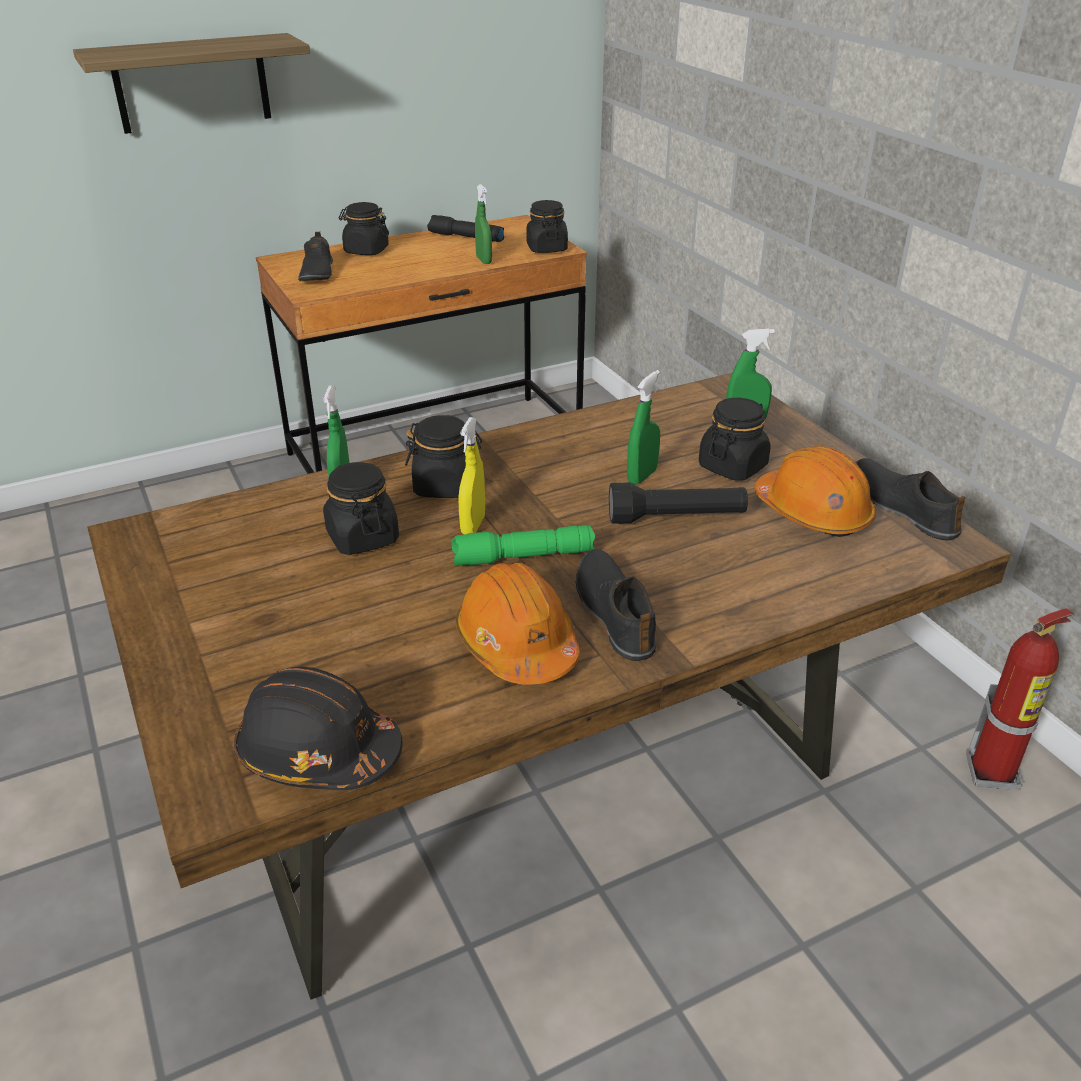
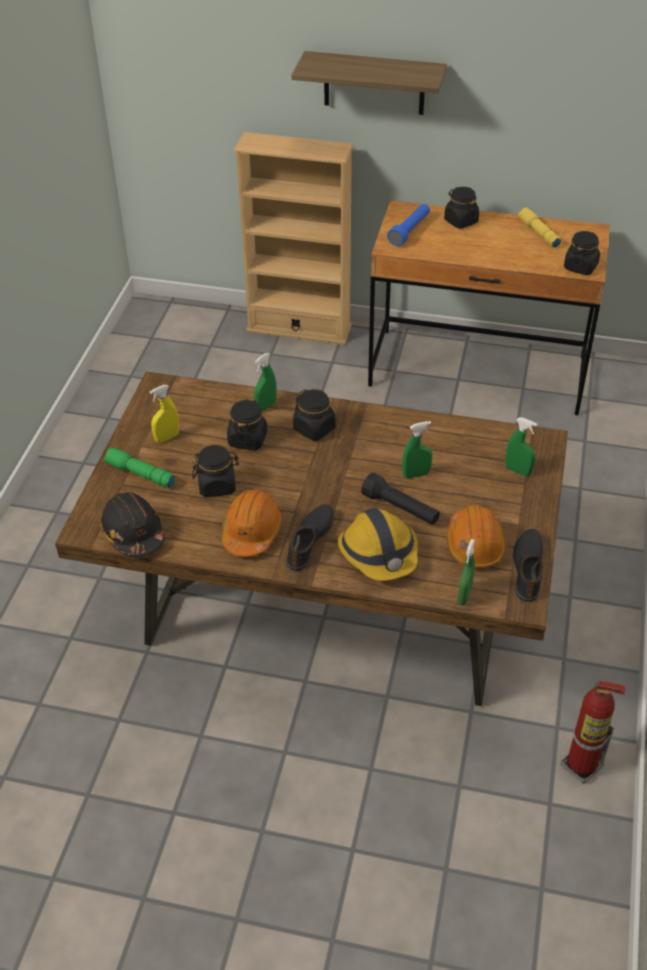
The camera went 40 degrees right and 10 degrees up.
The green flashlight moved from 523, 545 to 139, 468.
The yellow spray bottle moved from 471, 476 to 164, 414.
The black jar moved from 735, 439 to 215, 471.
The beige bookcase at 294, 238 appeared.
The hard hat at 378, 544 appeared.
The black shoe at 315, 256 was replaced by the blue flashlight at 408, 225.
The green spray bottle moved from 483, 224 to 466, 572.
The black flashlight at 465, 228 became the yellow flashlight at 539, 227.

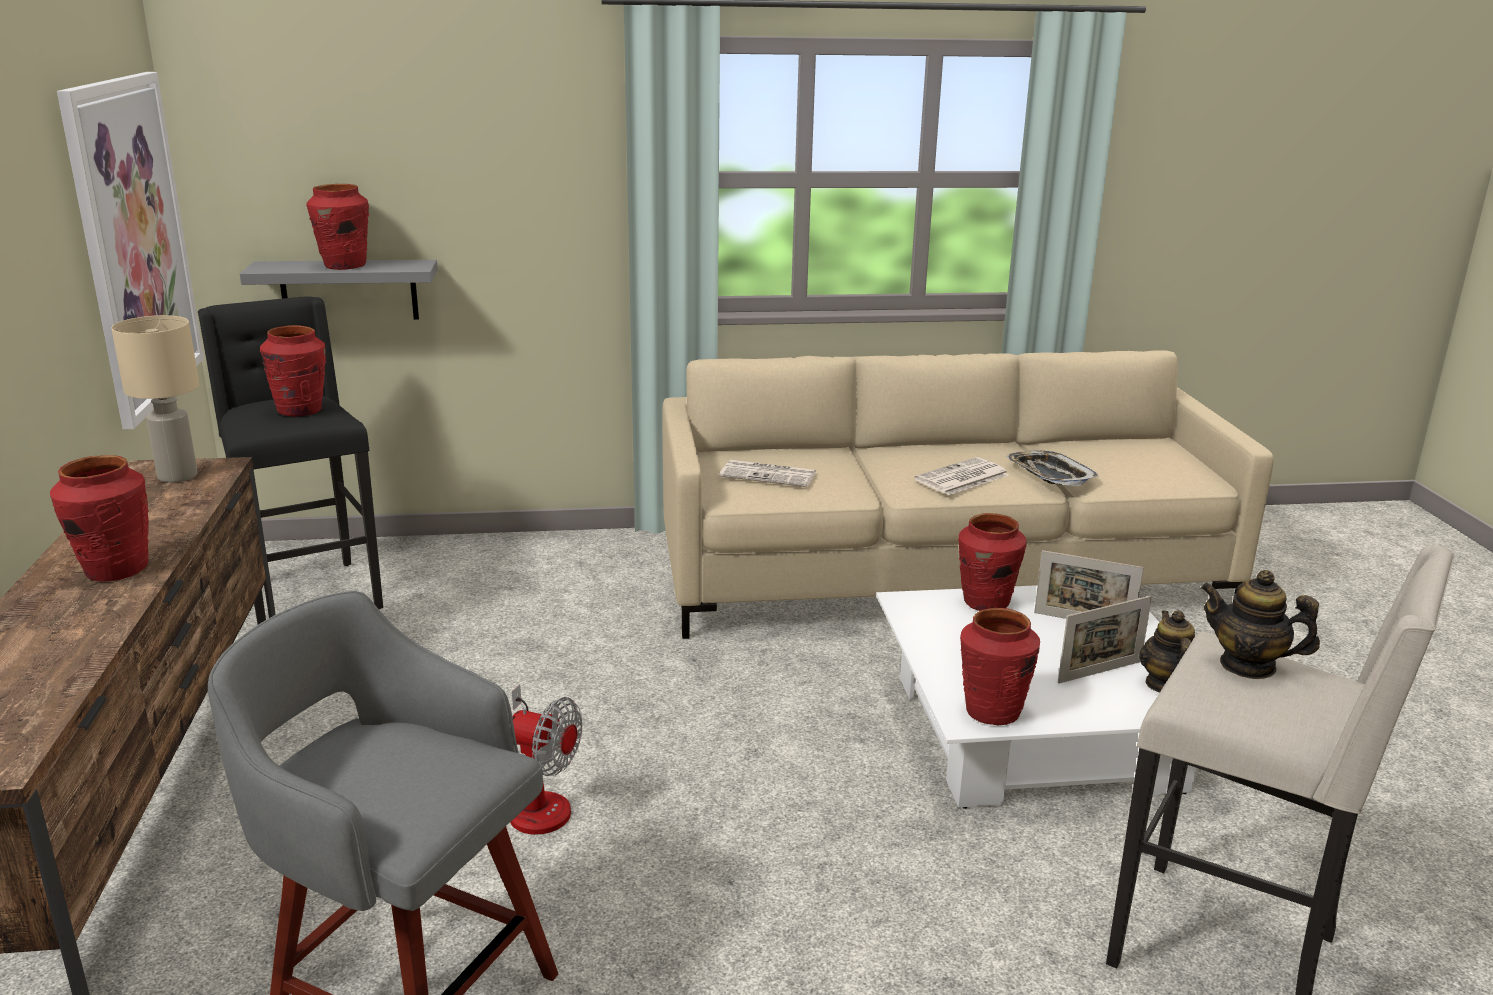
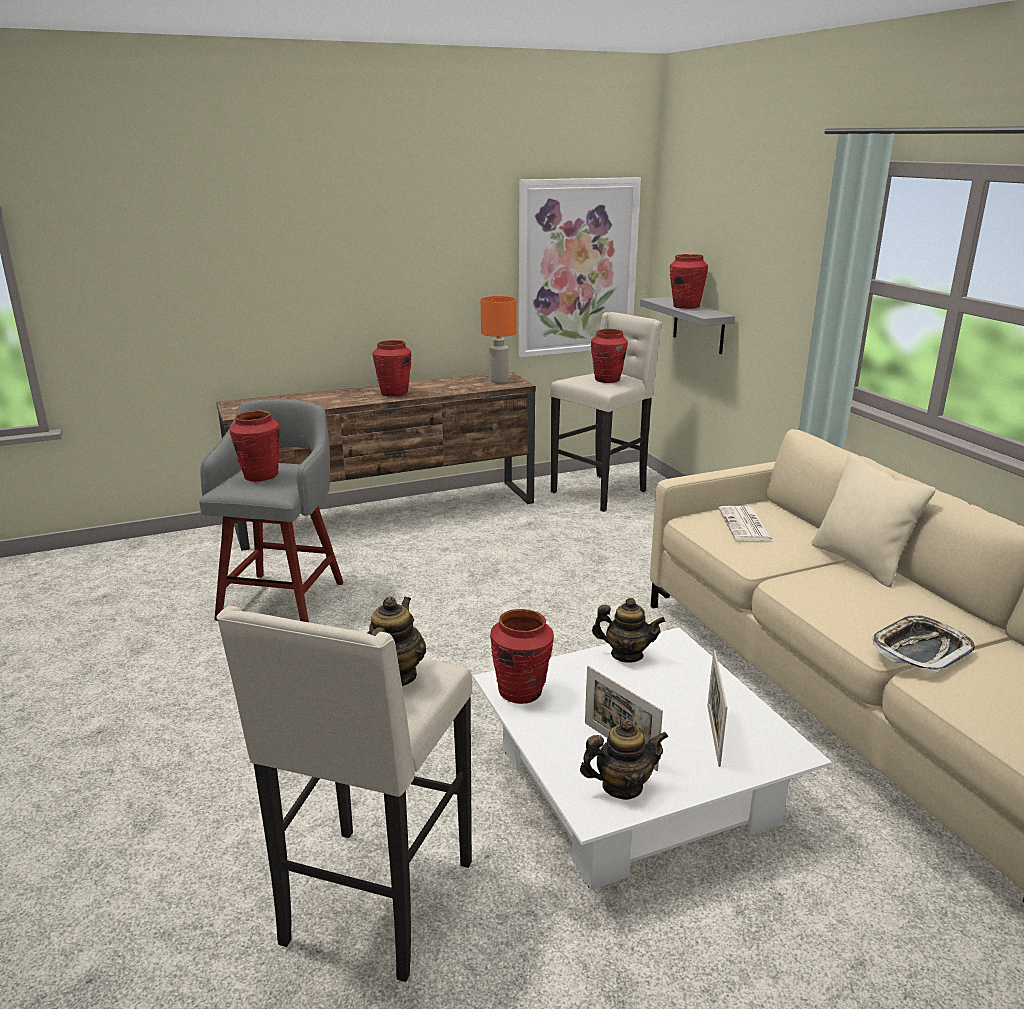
The camera went 75 degrees right and 0 degrees up.
The red vase moved from 992, 562 to 254, 446.
The beige table lamp at 155, 399 became the orange table lamp at 499, 339.
The black stool at 290, 460 became the beige stool at 606, 412.
The teapot at 628, 630 appeared.
The beige pillow at 874, 520 appeared.
The fan at 546, 759 disappeared.
The newspaper at 962, 476 disappeared.

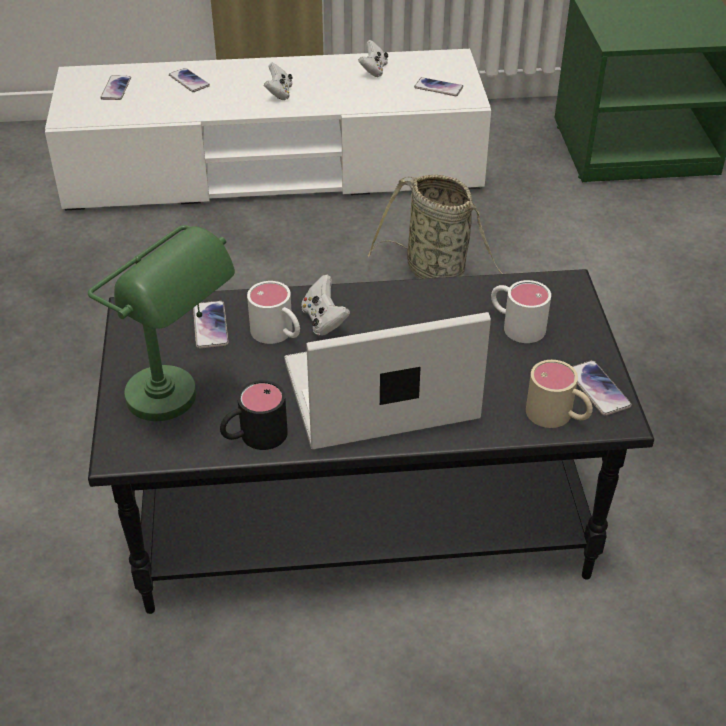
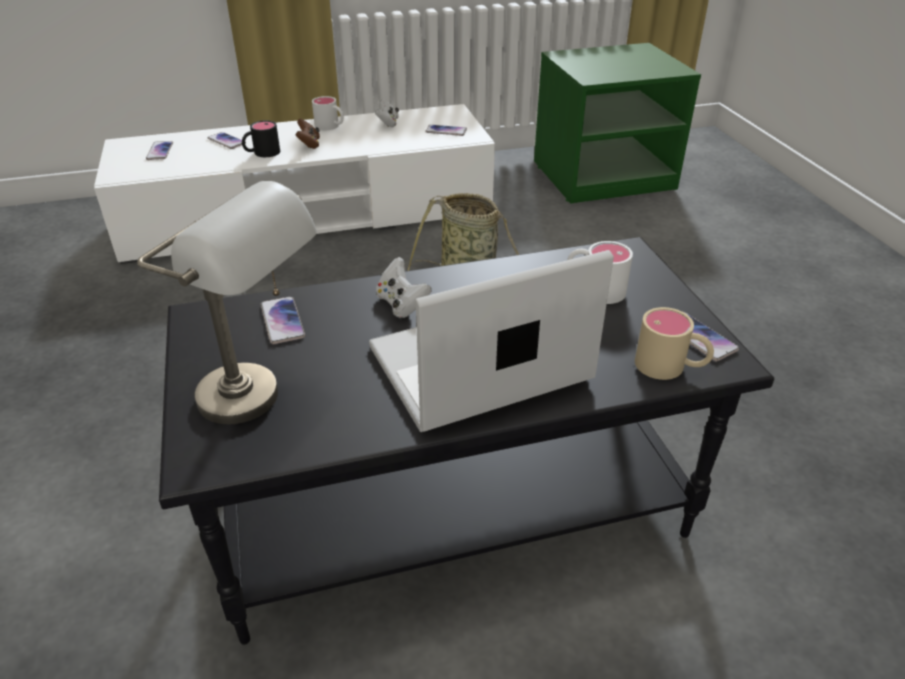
The camera went 10 degrees left and 5 degrees down.
The green table lamp at 161, 323 became the grey table lamp at 227, 302.
The black mug moved from 254, 415 to 261, 138.
The white game controller at 278, 81 became the brown game controller at 308, 133.
The white mug moved from 273, 312 to 328, 113.

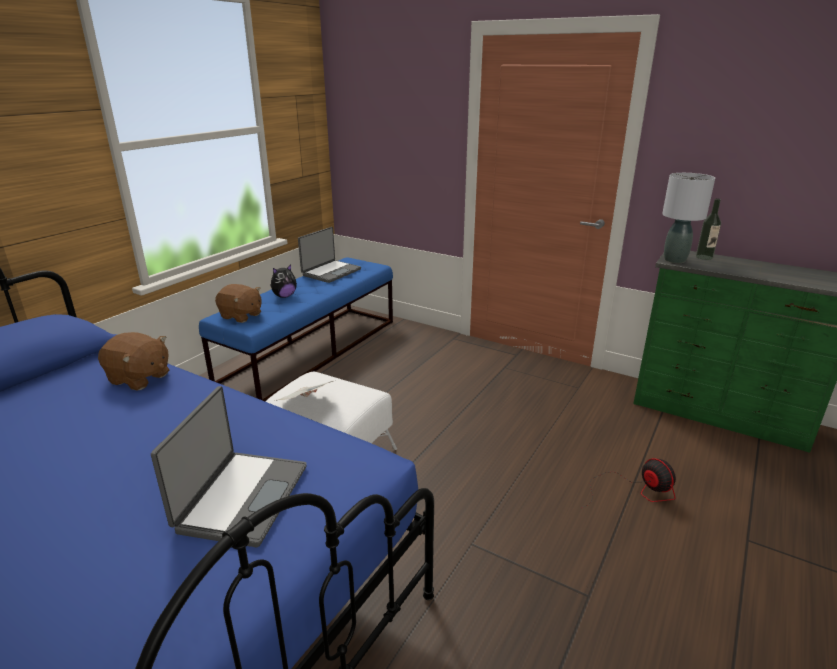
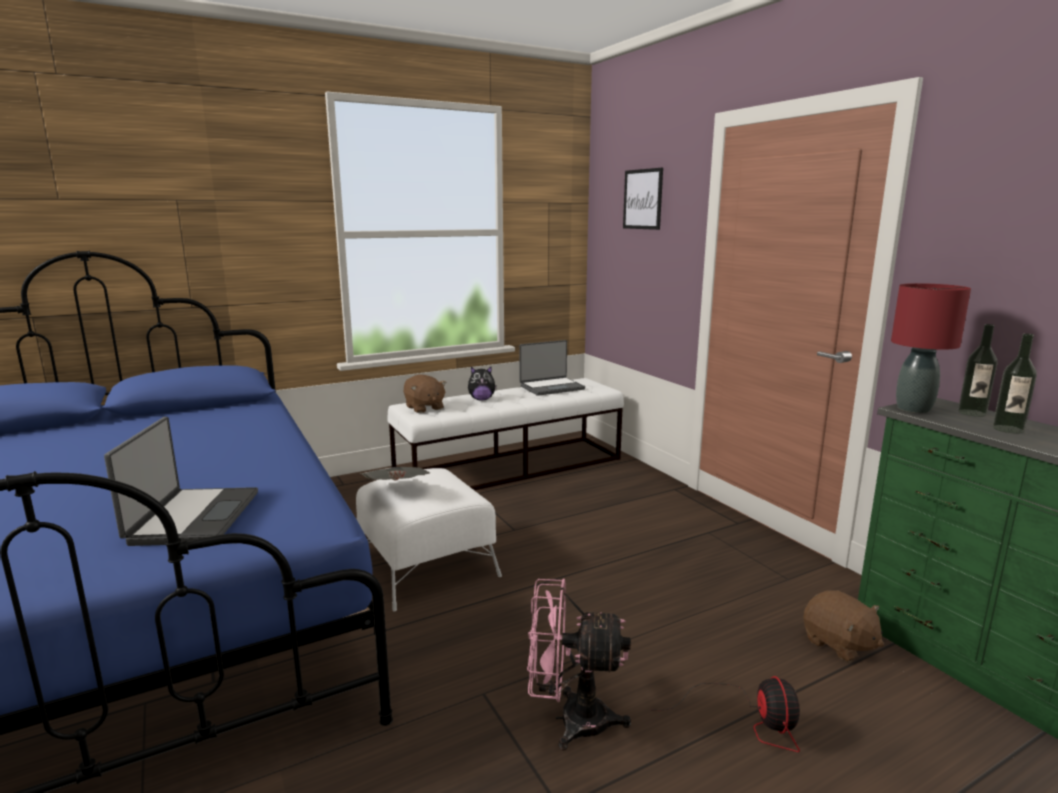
The camera went 30 degrees right and 10 degrees down.
The laptop at 229, 466 turned 45 degrees counterclockwise.
The blue bench at 296, 329 became the white bench at 505, 434.
The pink fan at 579, 664 appeared.
The picture at 643, 199 appeared.
The brown plush toy moved from 133, 361 to 844, 626.
The grey table lamp at 688, 218 became the red table lamp at 931, 348.
The bottle at 1014, 383 appeared.

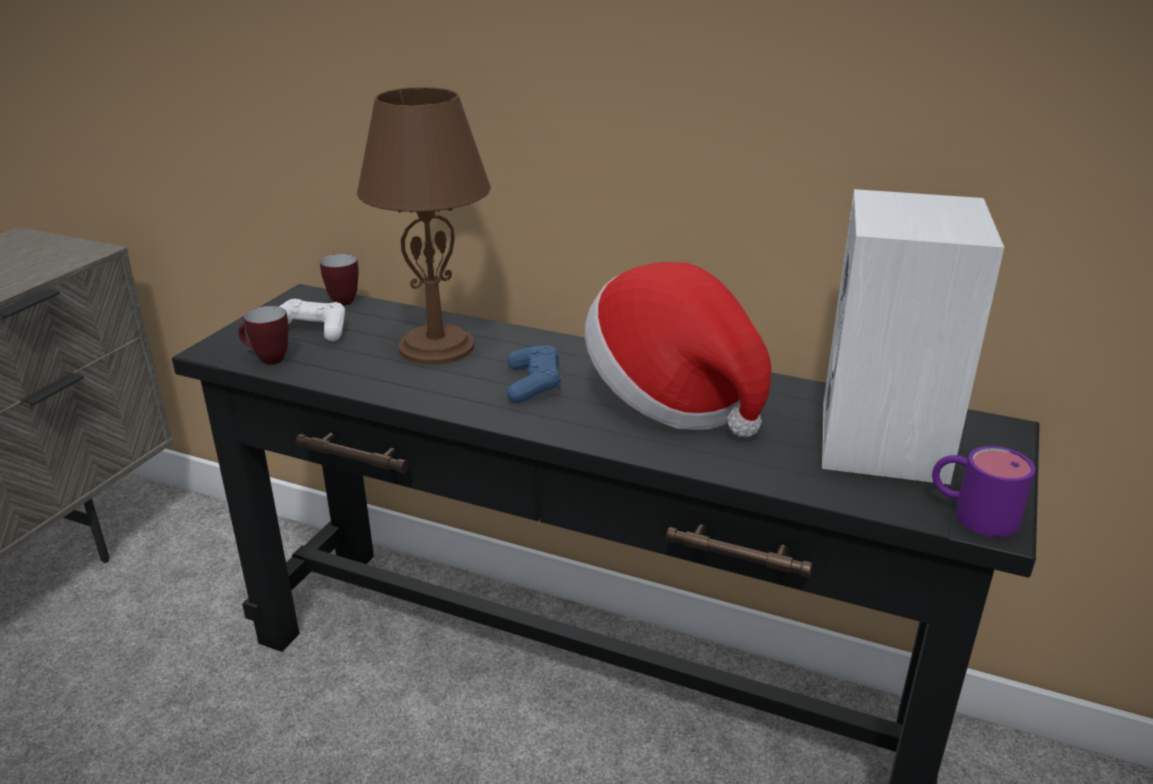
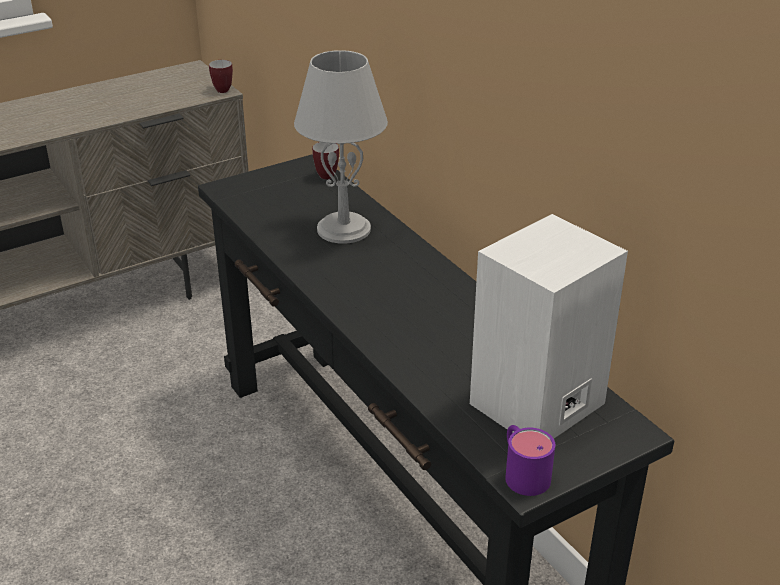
The camera went 35 degrees right and 5 degrees up.
The mug moved from 263, 335 to 221, 76.
The brown table lamp at 424, 225 became the grey table lamp at 341, 147.
The white game controller at 312, 320 disappeared.
The blue game controller at 534, 374 disappeared.
The hat at 678, 349 disappeared.

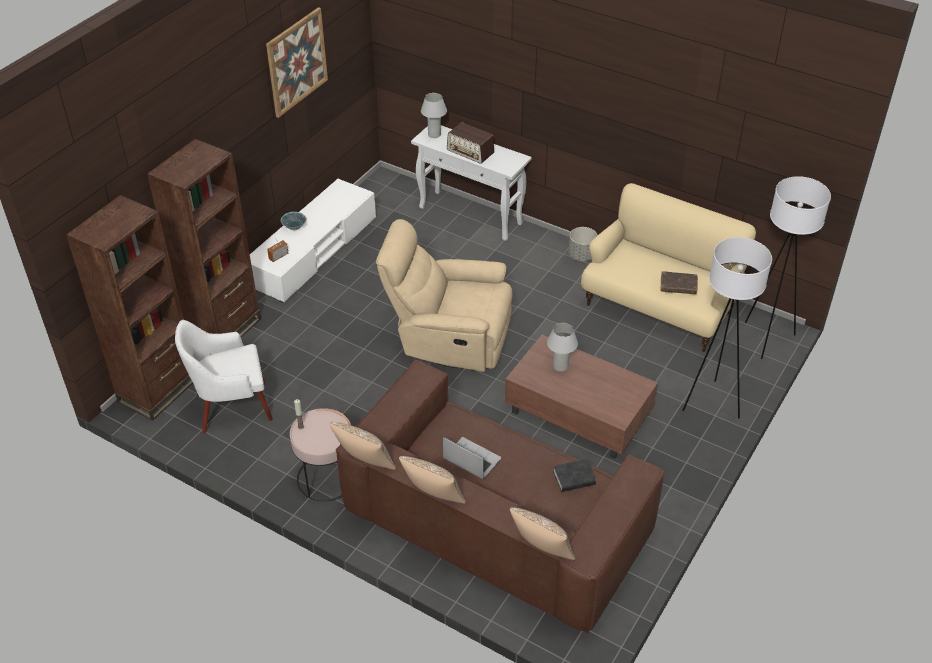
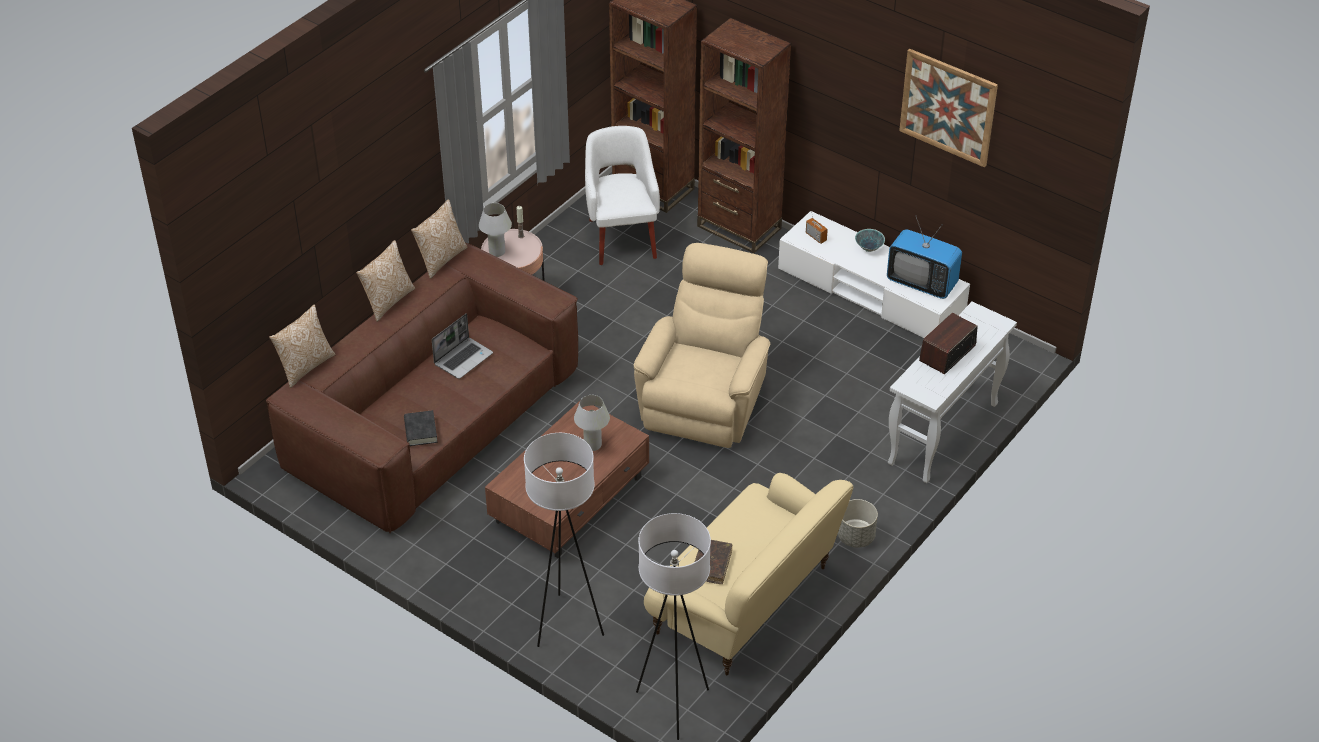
The camera went 95 degrees right and 0 degrees up.
The white table lamp moved from 434, 115 to 495, 230.
The television at 924, 258 appeared.

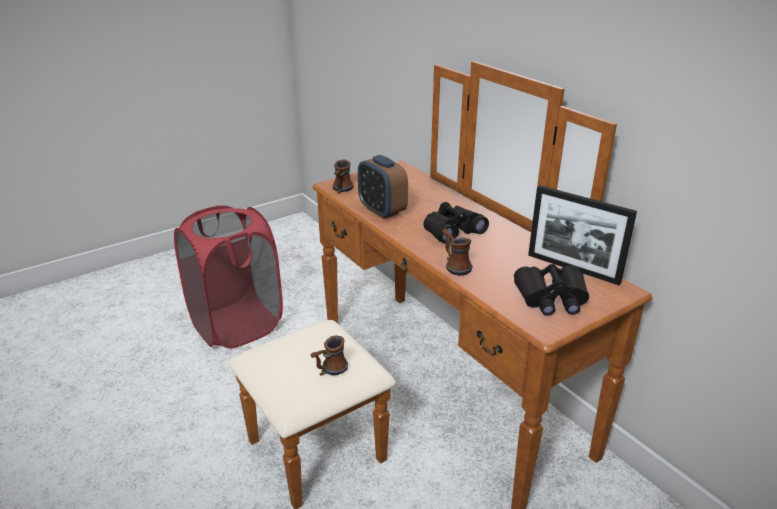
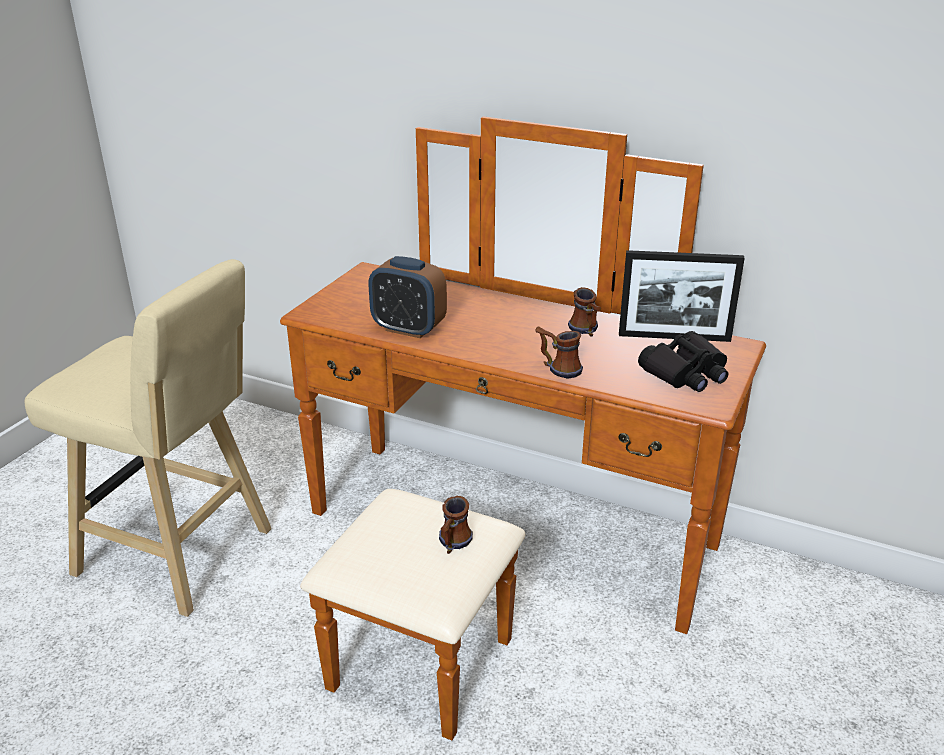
The camera went 30 degrees left and 0 degrees up.
The red laundry basket at 228, 276 was replaced by the beige stool at 148, 438.
The mug moved from 343, 176 to 585, 312.
The black binoculars at 456, 223 disappeared.

